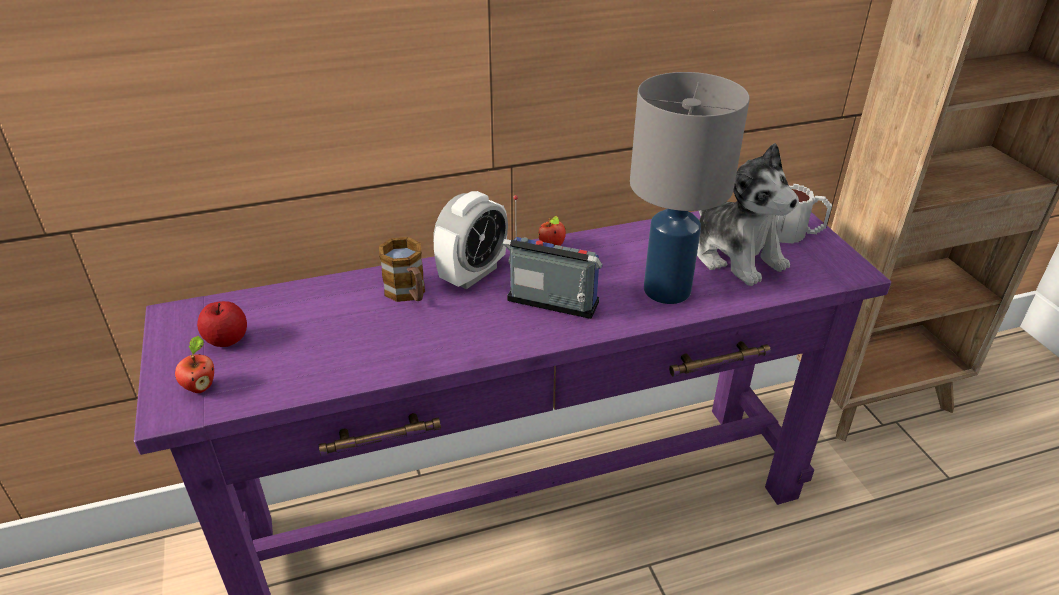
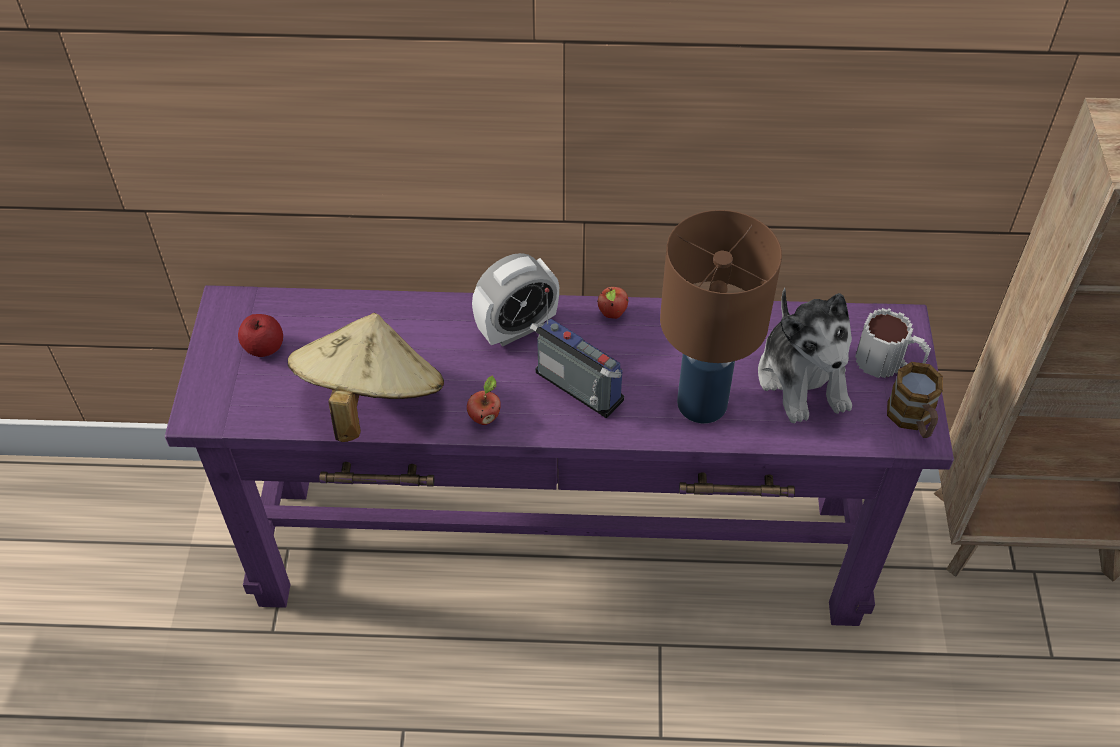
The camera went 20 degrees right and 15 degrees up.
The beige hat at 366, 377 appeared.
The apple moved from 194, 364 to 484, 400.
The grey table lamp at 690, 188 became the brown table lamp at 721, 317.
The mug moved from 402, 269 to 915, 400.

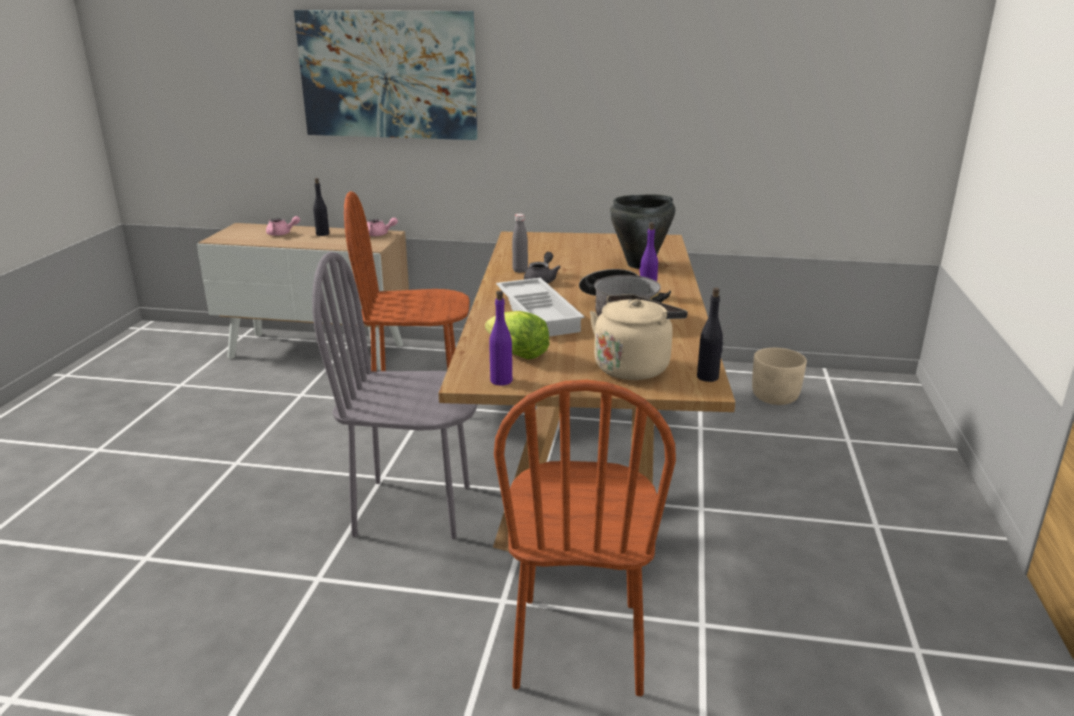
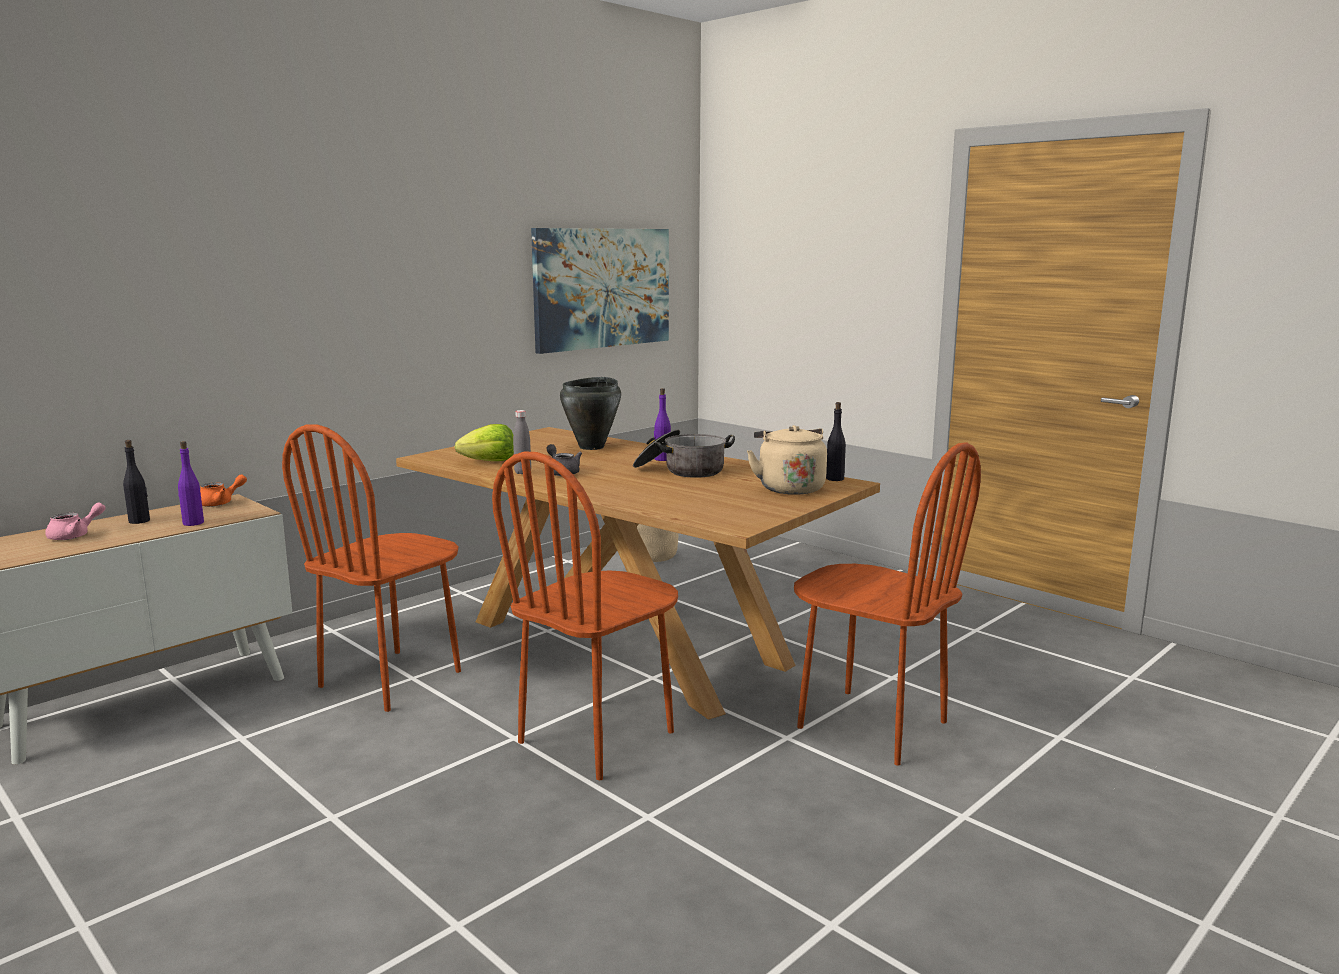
The camera went 55 degrees left and 10 degrees down.
The purple bottle moved from 500, 338 to 191, 483.
The pink teapot at 382, 226 became the orange teapot at 223, 490.
The lettuce moved from 517, 335 to 484, 442.
The grey chair at 395, 395 became the brown chair at 585, 615.
The picture moved from 385, 75 to 600, 291.
The white tray at 540, 307 disappeared.

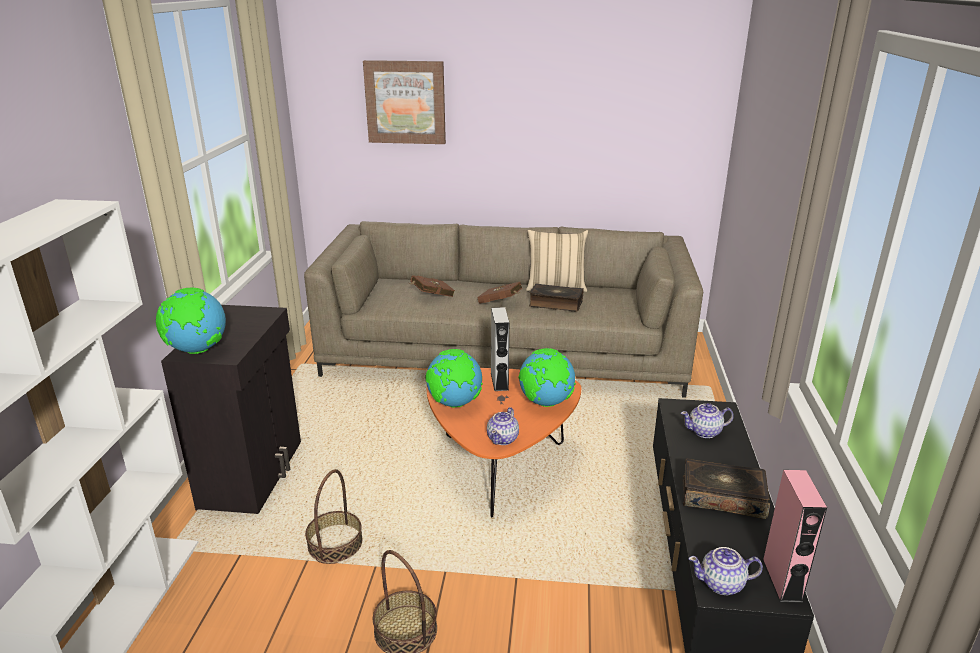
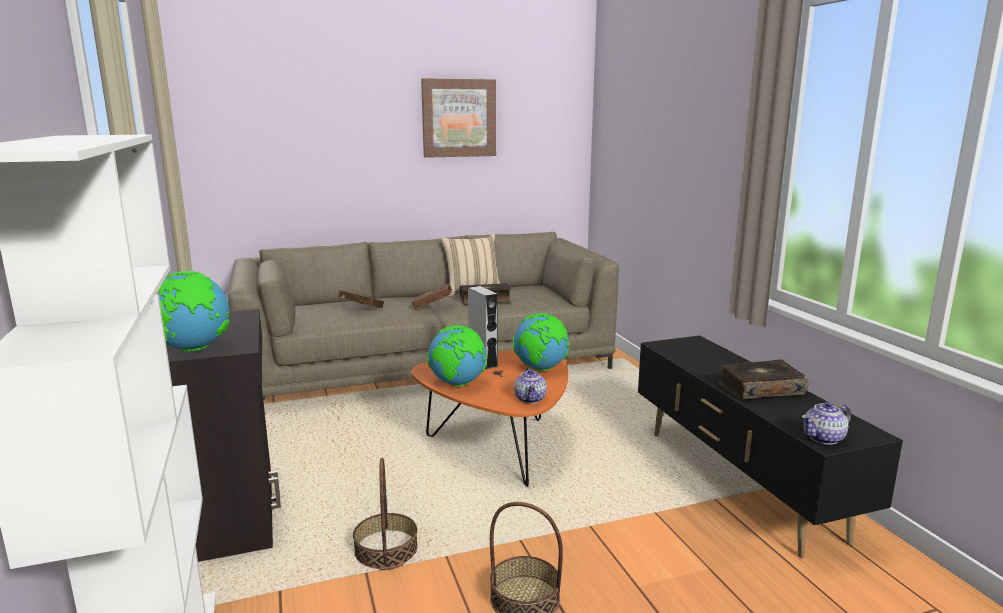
The camera went 25 degrees left and 10 degrees down.
The picture moved from 404, 102 to 458, 118.
The teapot at 707, 420 disappeared.
The pink speaker at 794, 536 disappeared.

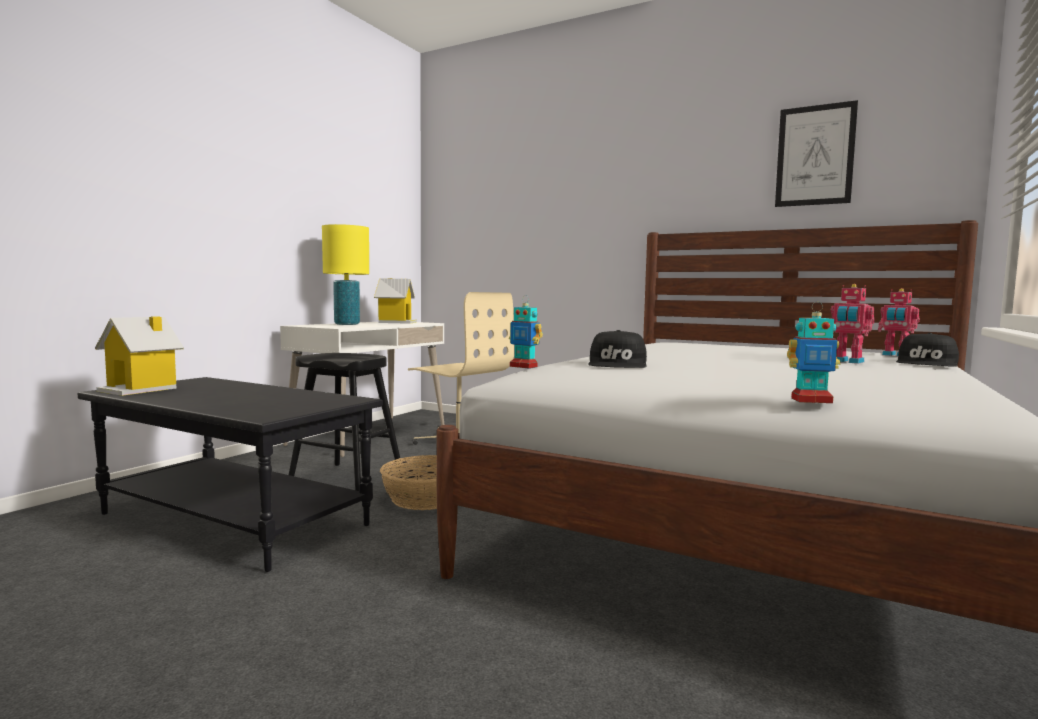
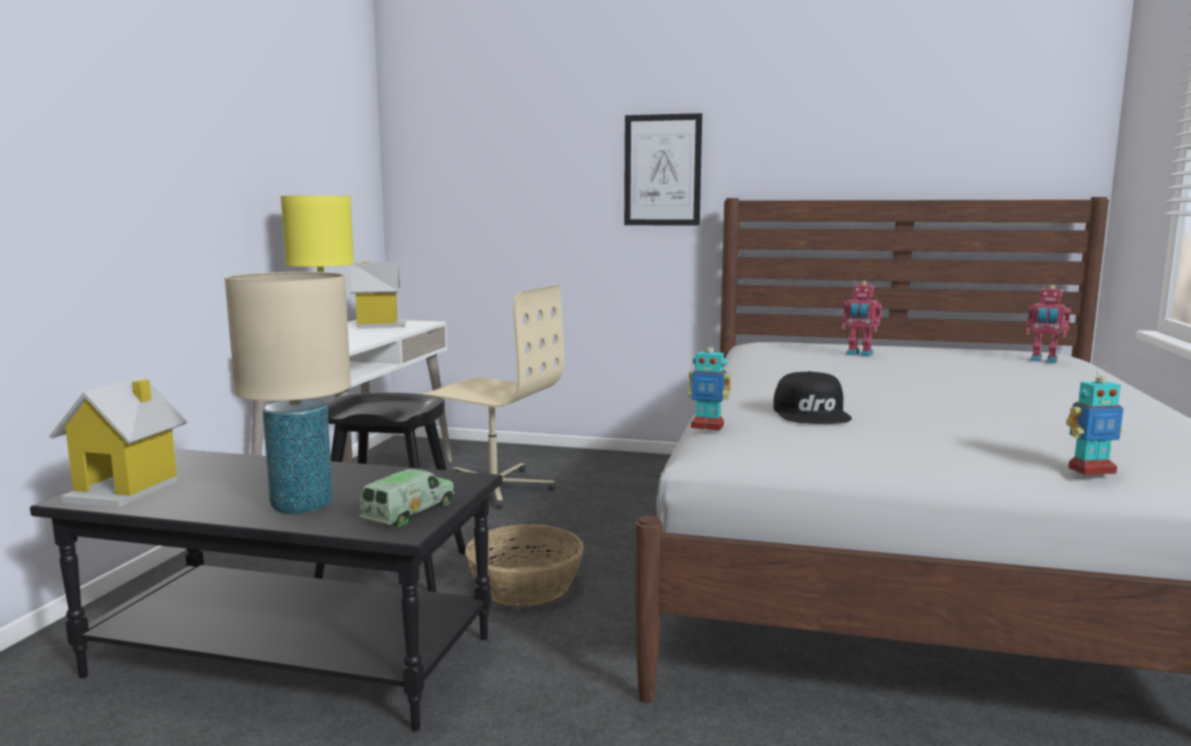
The camera went 15 degrees left and 5 degrees up.
The beige table lamp at 288, 393 appeared.
The toy truck at 407, 497 appeared.
The picture moved from 816, 153 to 663, 169.
The toy robot moved from 853, 324 to 862, 319.
The black cap at 927, 350 disappeared.

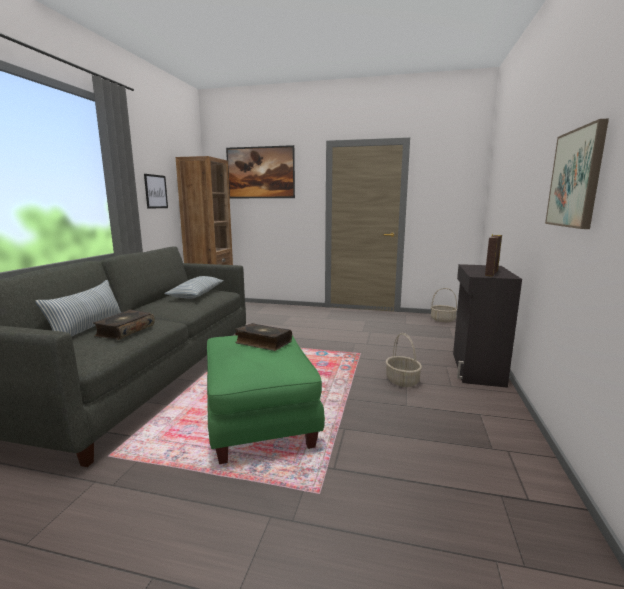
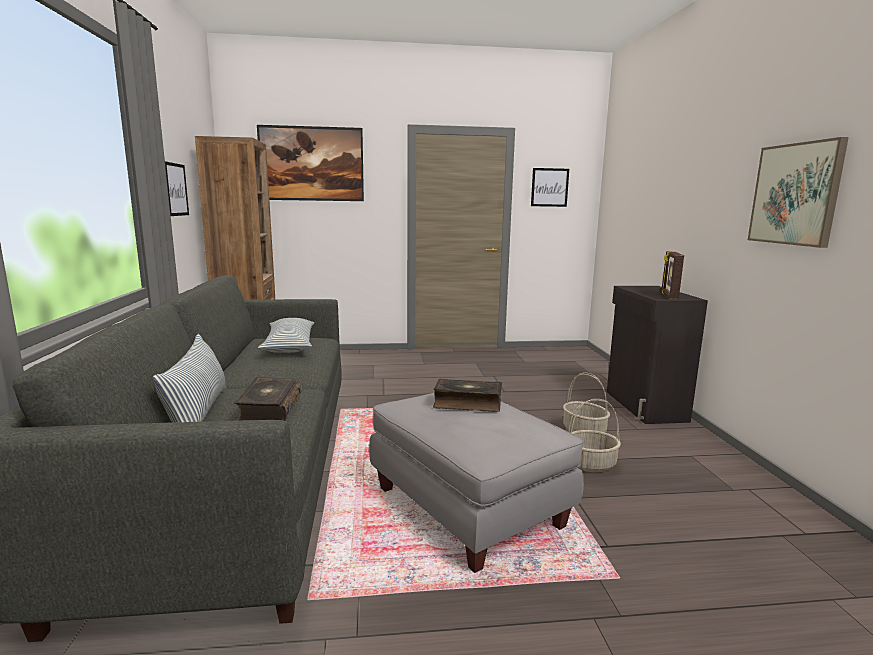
The camera went 20 degrees left and 0 degrees up.
The green ottoman at 266, 399 became the grey ottoman at 476, 482.
The picture at 550, 187 appeared.
The basket moved from 444, 305 to 594, 435.

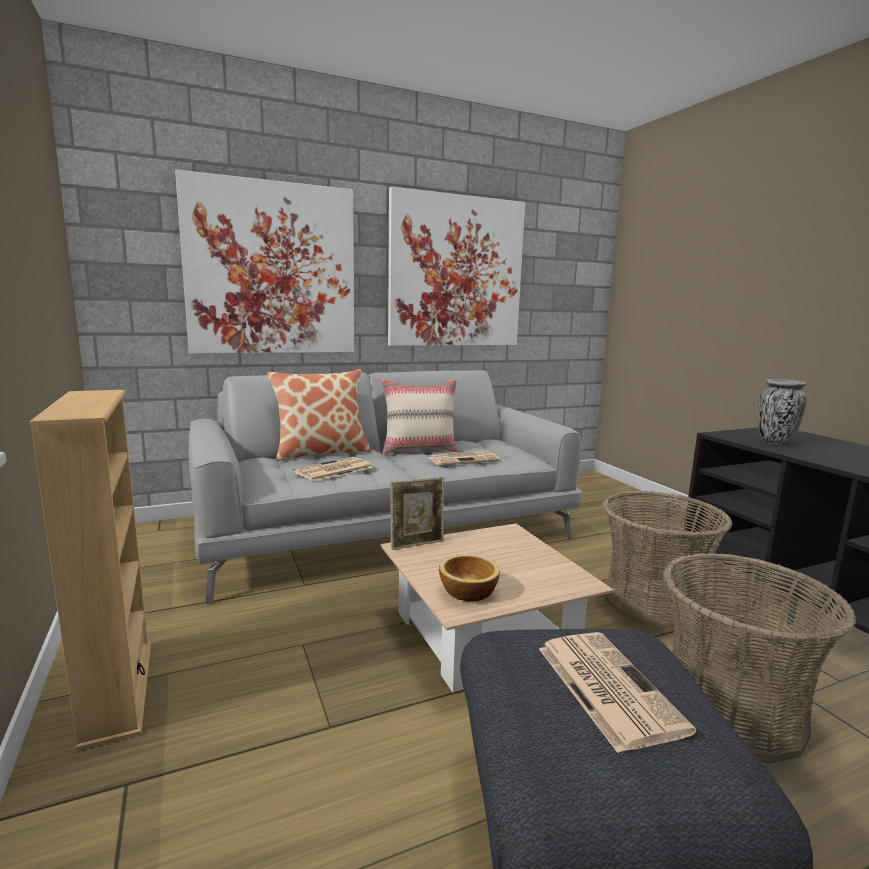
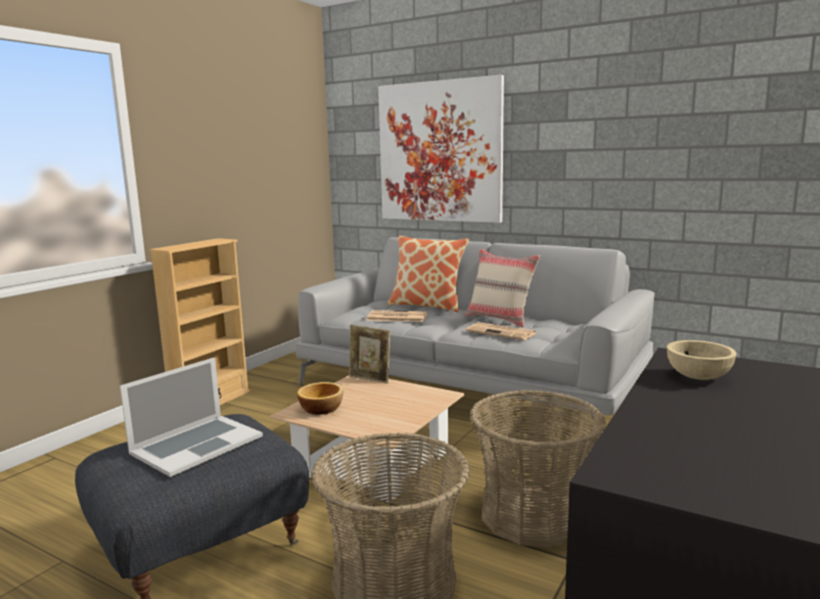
The camera went 55 degrees right and 0 degrees up.
The newspaper at 617, 692 was replaced by the laptop at 191, 417.
The vase at 782, 412 was replaced by the beige bowl at 701, 360.
The picture at 456, 266 disappeared.

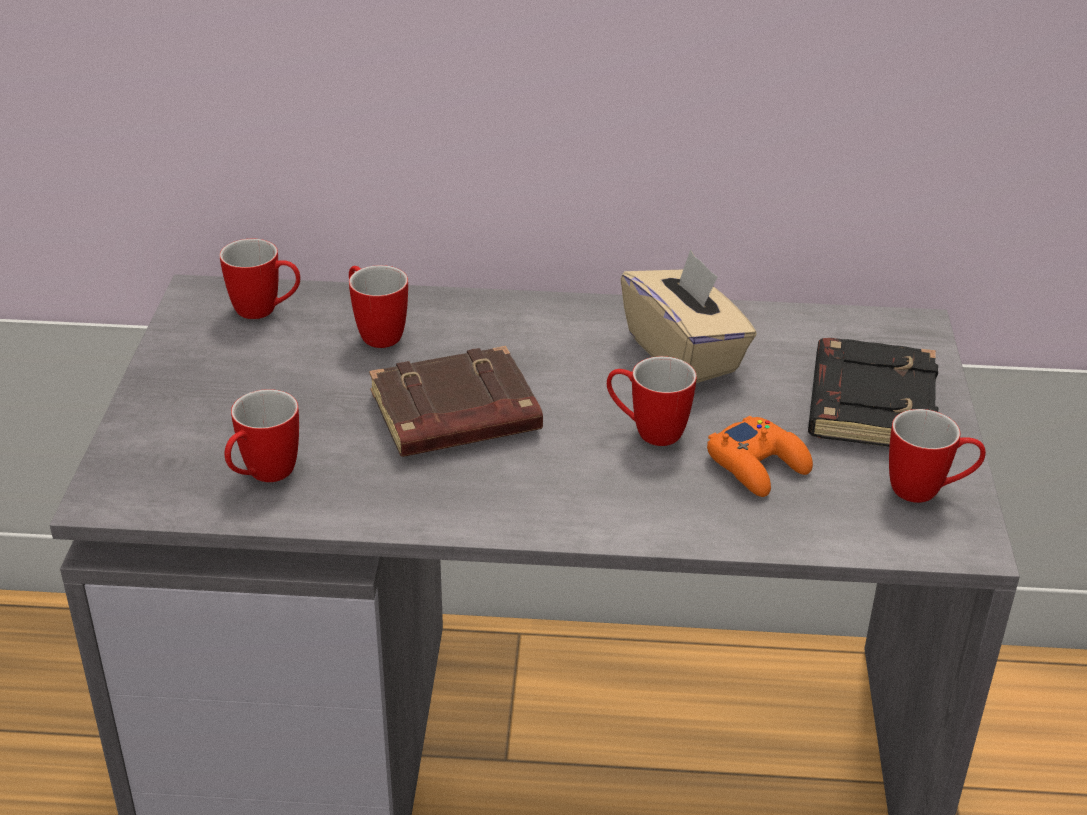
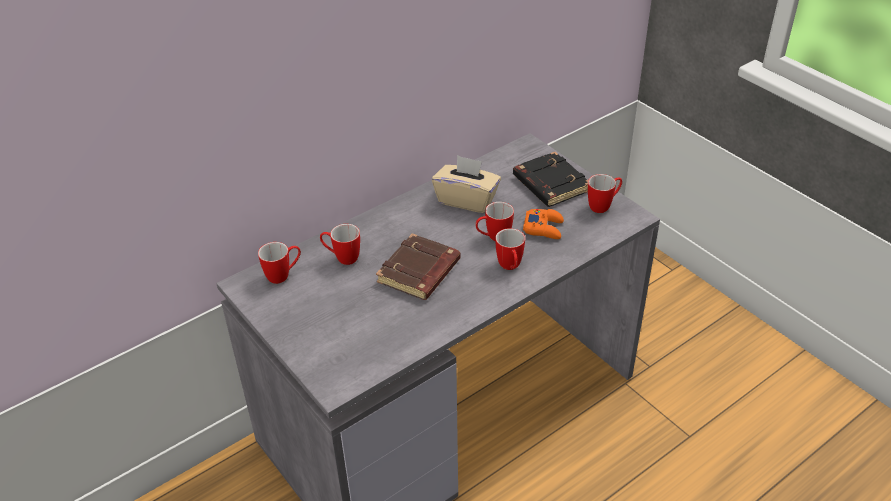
The camera went 40 degrees left and 5 degrees up.
The mug moved from 262, 435 to 510, 249.

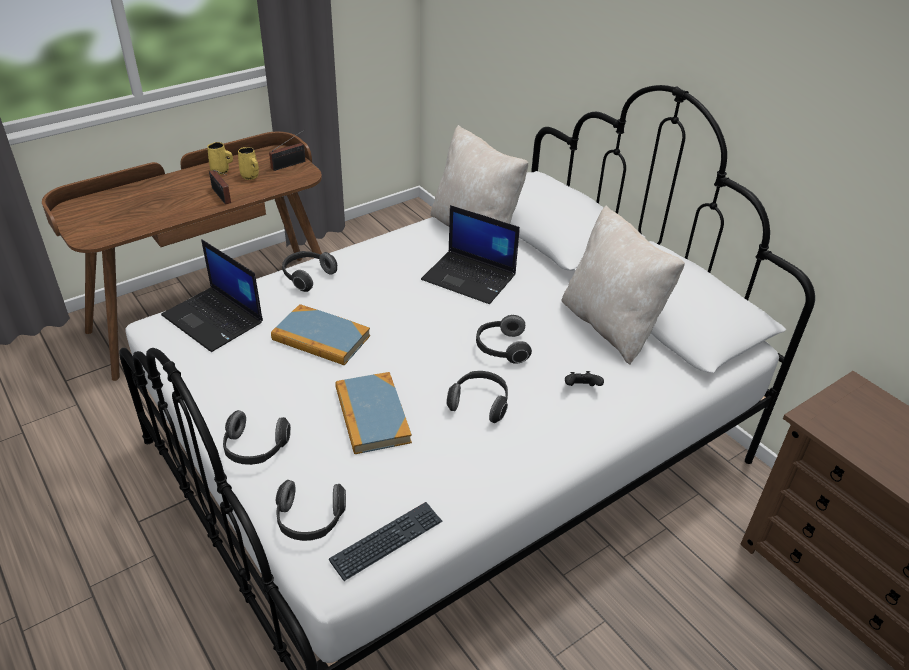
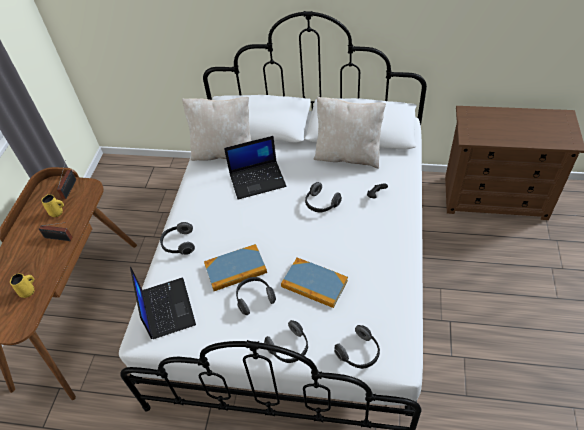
The camera went 40 degrees left and 10 degrees up.
The yellow mug moved from 220, 158 to 22, 285.
The laptop at 212, 295 turned 105 degrees counterclockwise.
The headphones moved from 477, 397 to 256, 296.
The keyboard at 386, 541 disappeared.

